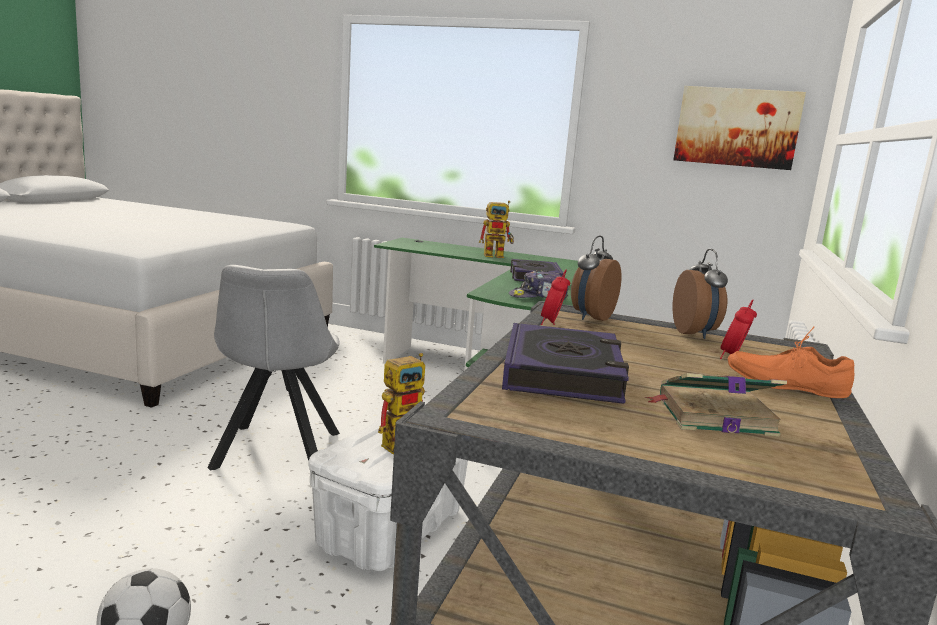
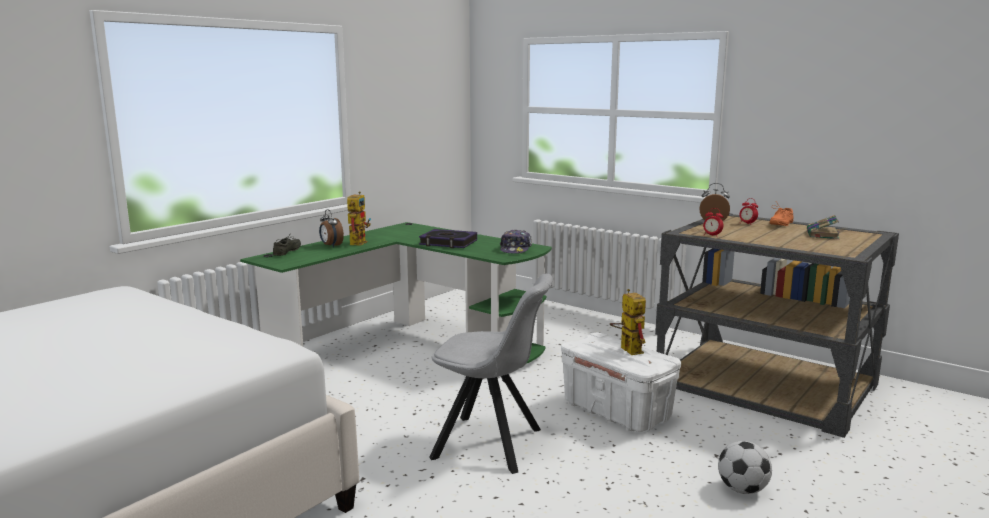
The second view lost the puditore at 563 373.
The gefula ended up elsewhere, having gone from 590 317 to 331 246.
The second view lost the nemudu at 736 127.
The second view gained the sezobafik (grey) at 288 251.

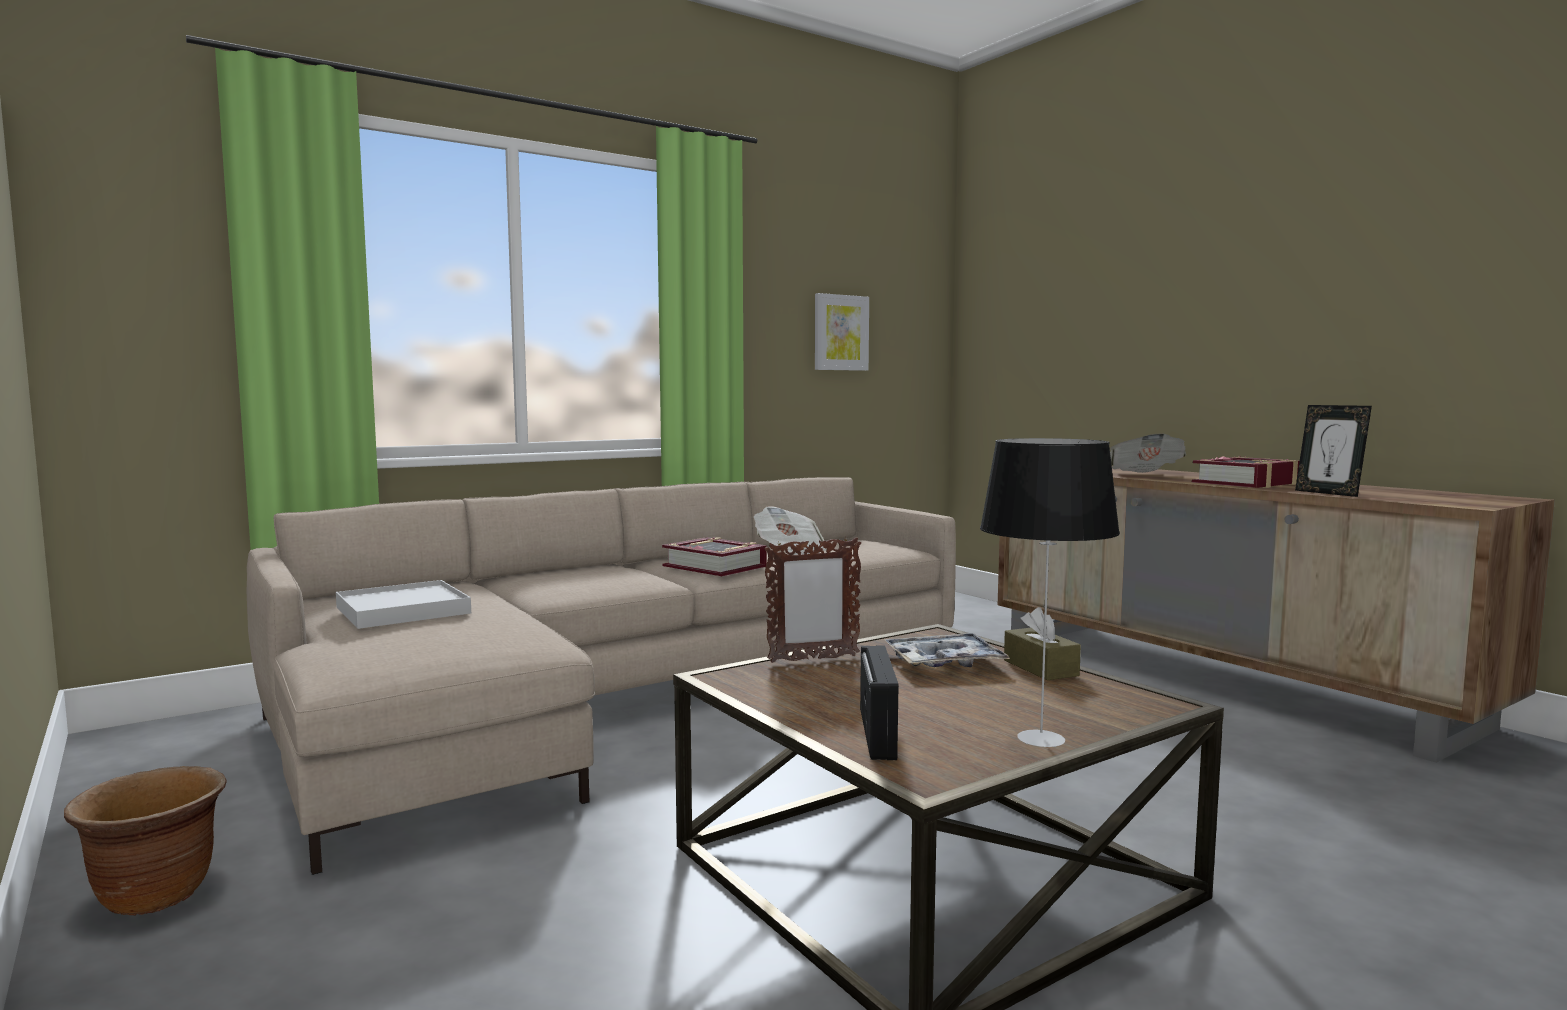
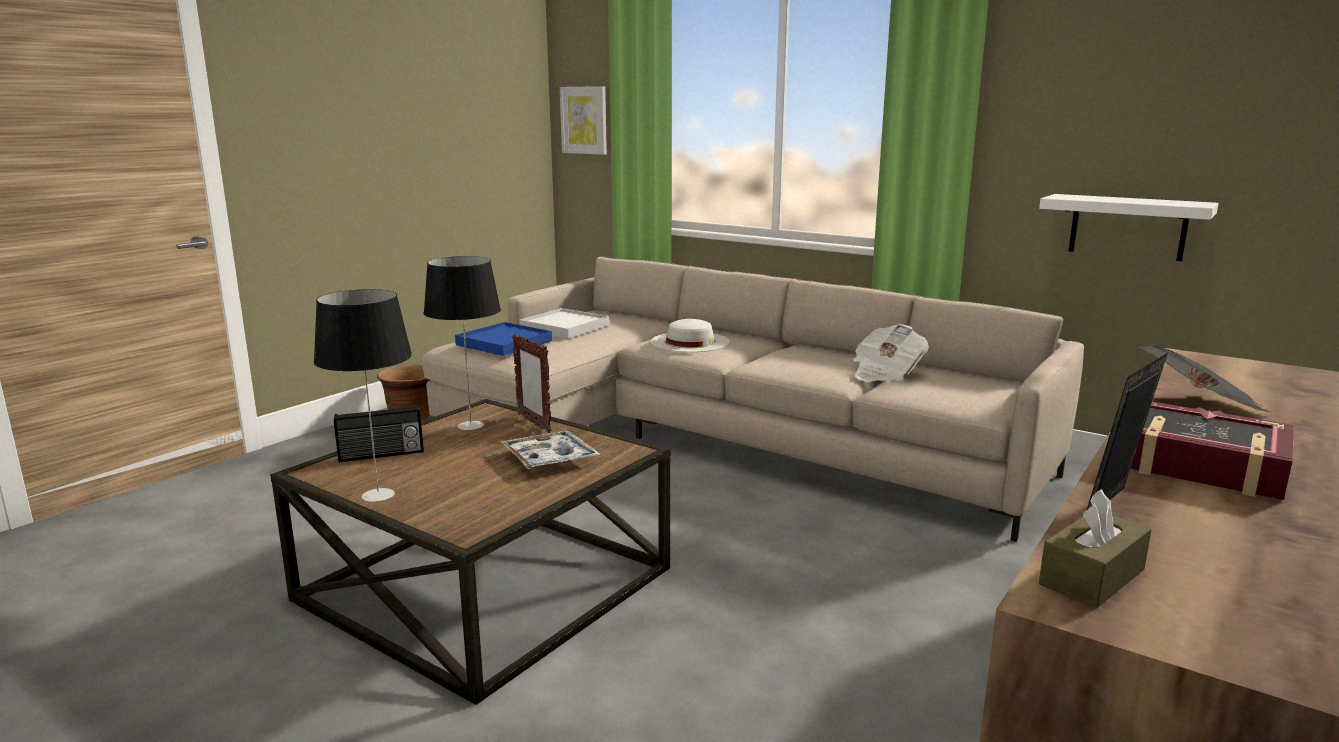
The second view lost the puditore at 715 566.
The nemudu ended up elsewhere, having gone from 840 332 to 584 120.
The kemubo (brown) ended up elsewhere, having gone from 1040 668 to 1092 577.
The second view gained the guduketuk at 470 425.
The second view gained the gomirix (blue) at 504 343.
The second view gained the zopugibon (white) at 690 342.
The second view gained the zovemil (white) at 1128 227.

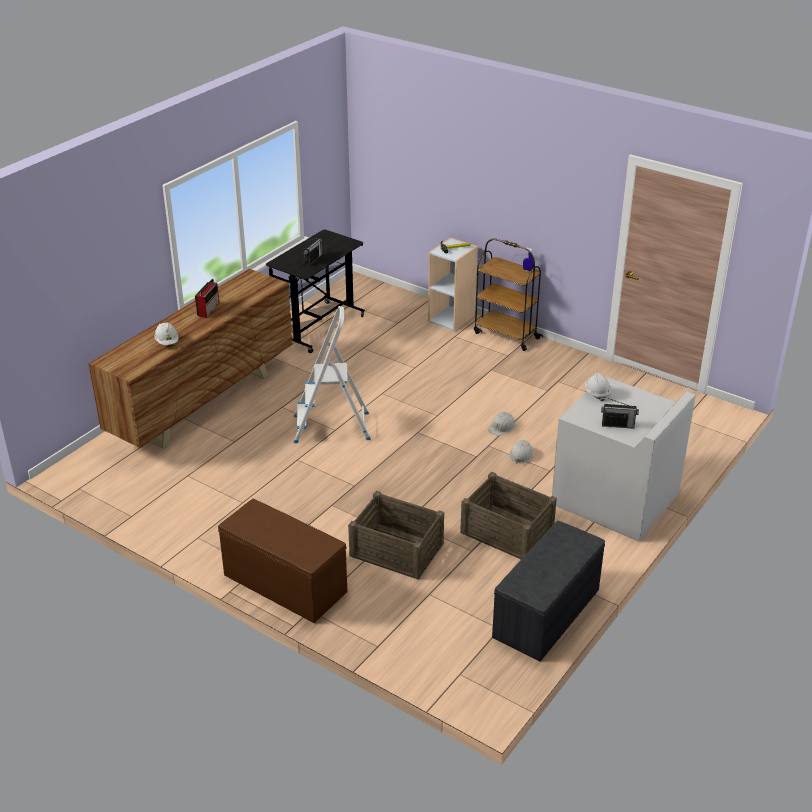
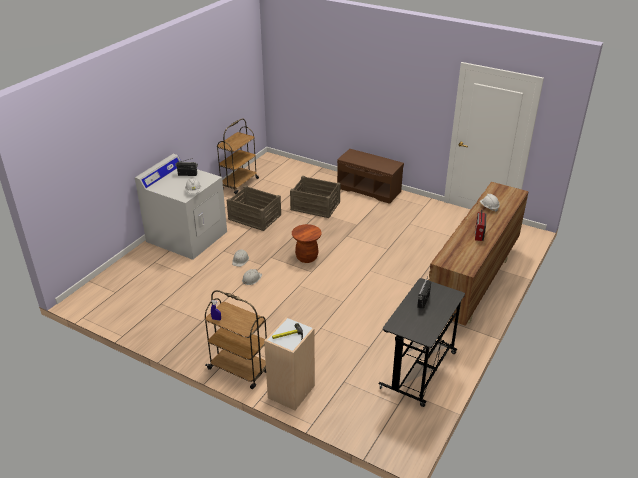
The second view lost the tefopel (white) at 330 427.
Where the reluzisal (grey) stood at 547 614, the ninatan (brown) came to stand at 239 184.
The second view gained the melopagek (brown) at 306 257.

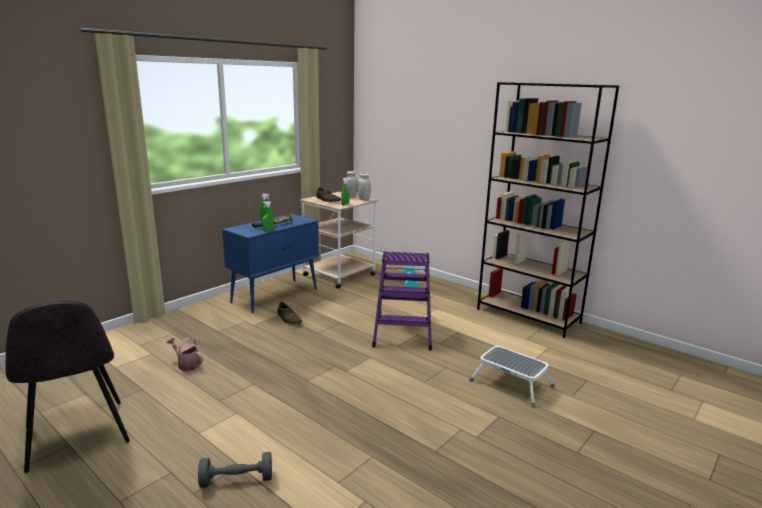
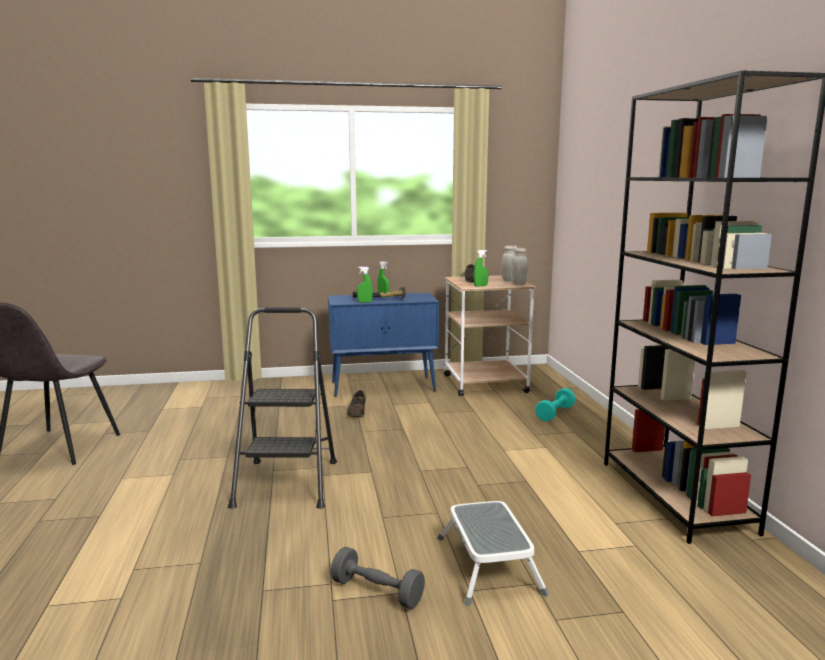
The second view lost the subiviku at 186 364.
The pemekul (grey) ended up elsewhere, having gone from 237 480 to 377 592.
The second view lost the tefopel (purple) at 402 329.
The second view gained the tefopel (black) at 287 481.

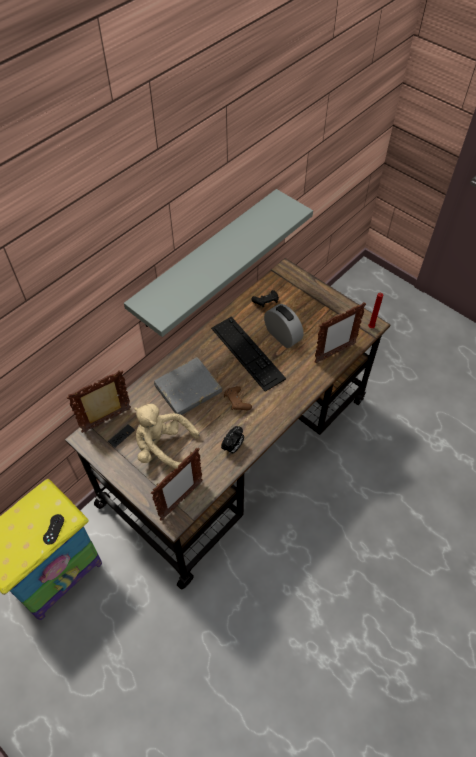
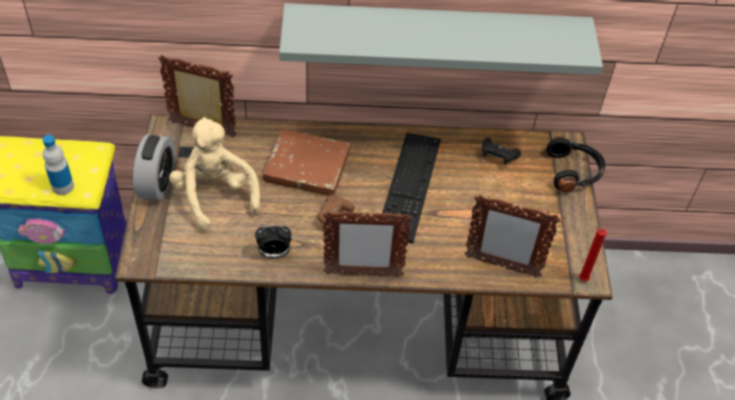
Where the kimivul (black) stood at 53 529, the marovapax came to stand at 63 186.
The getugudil ended up elsewhere, having gone from 181 501 to 362 274.
What was the puditore (grey) at 188 389 turned into the puditore (brown) at 307 166.
The gefula ended up elsewhere, having gone from 282 336 to 157 183.
The second view gained the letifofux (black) at 574 172.

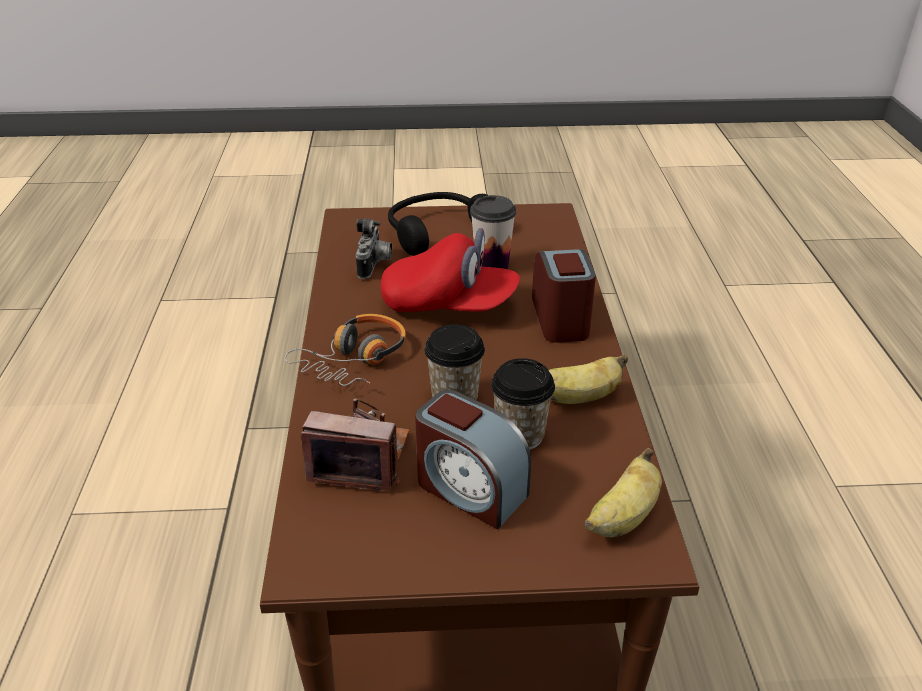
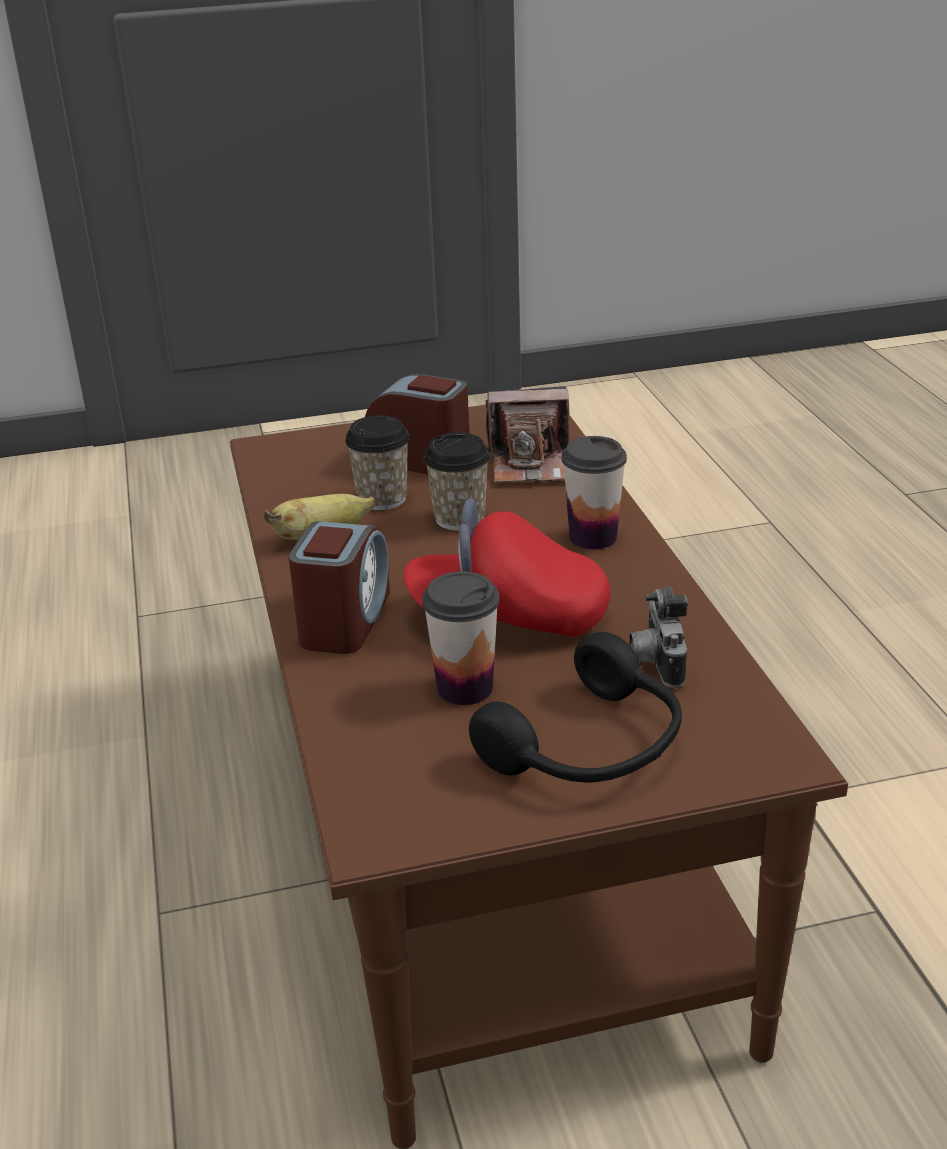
Where the letifofux stood at 355 360, the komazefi came to stand at 593 537.
The gefula at 561 318 ended up facing another way, 150 degrees counterclockwise from before.
The second view lost the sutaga at 622 518.

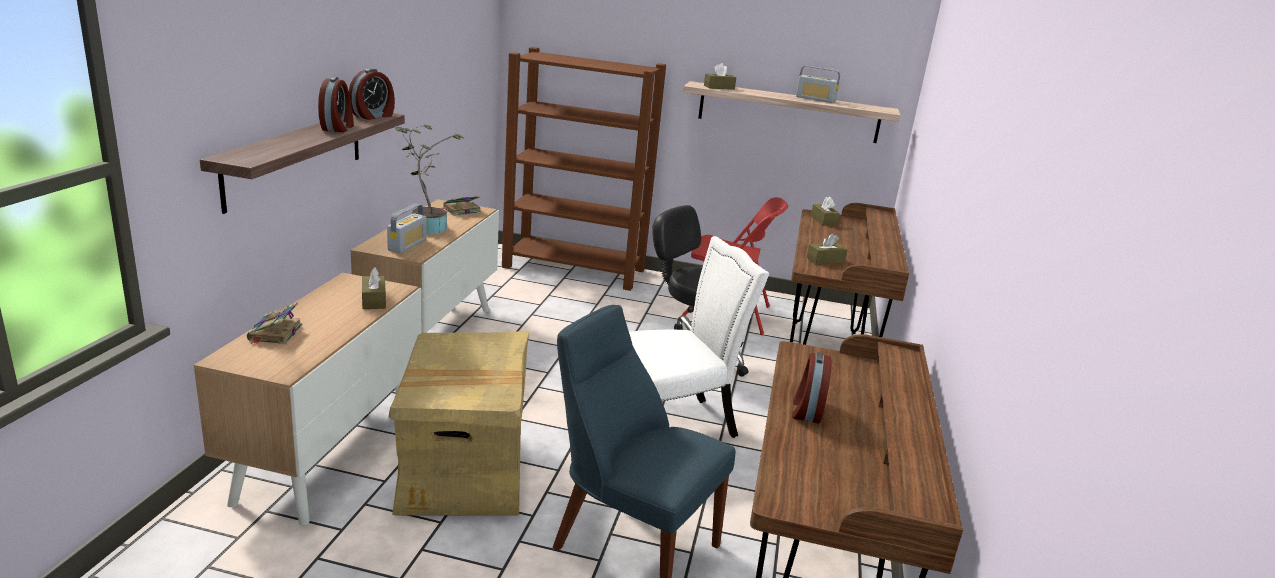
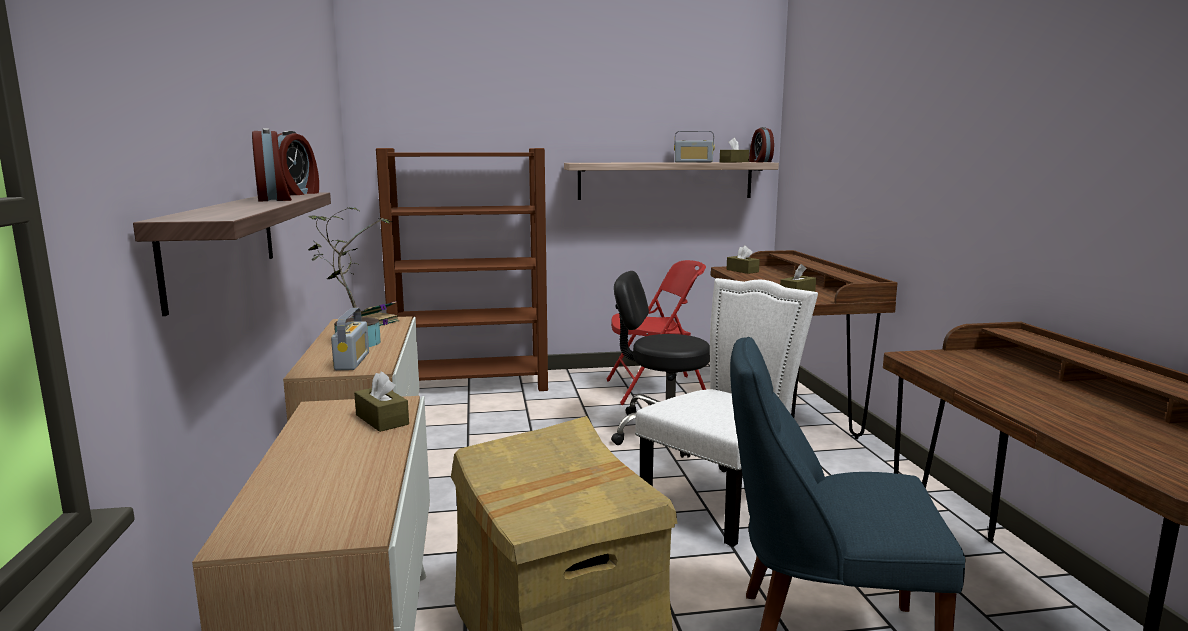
The second view lost the puditore at 275 333.
The kemubo (brown) ended up elsewhere, having gone from 719 87 to 734 162.
The gefula ended up elsewhere, having gone from 806 410 to 759 162.

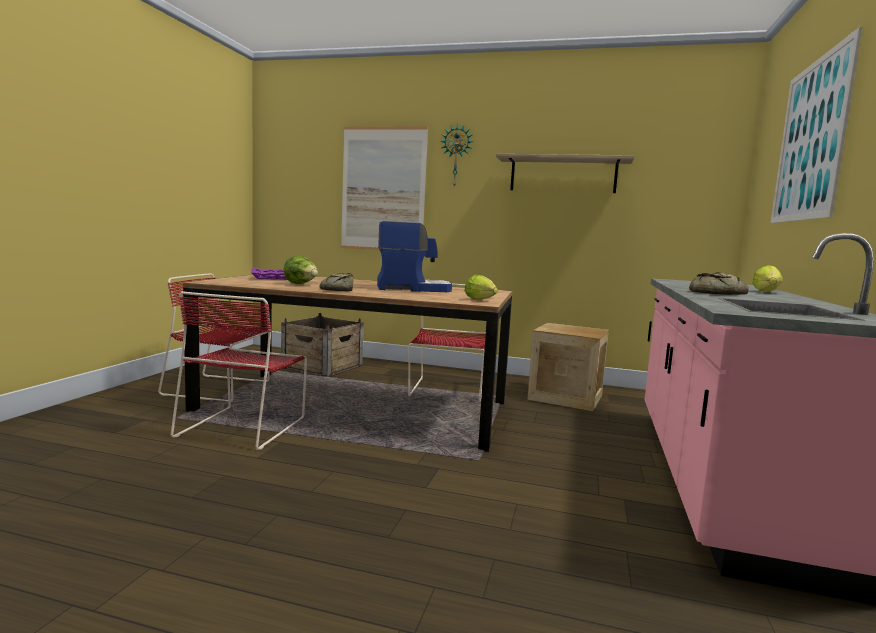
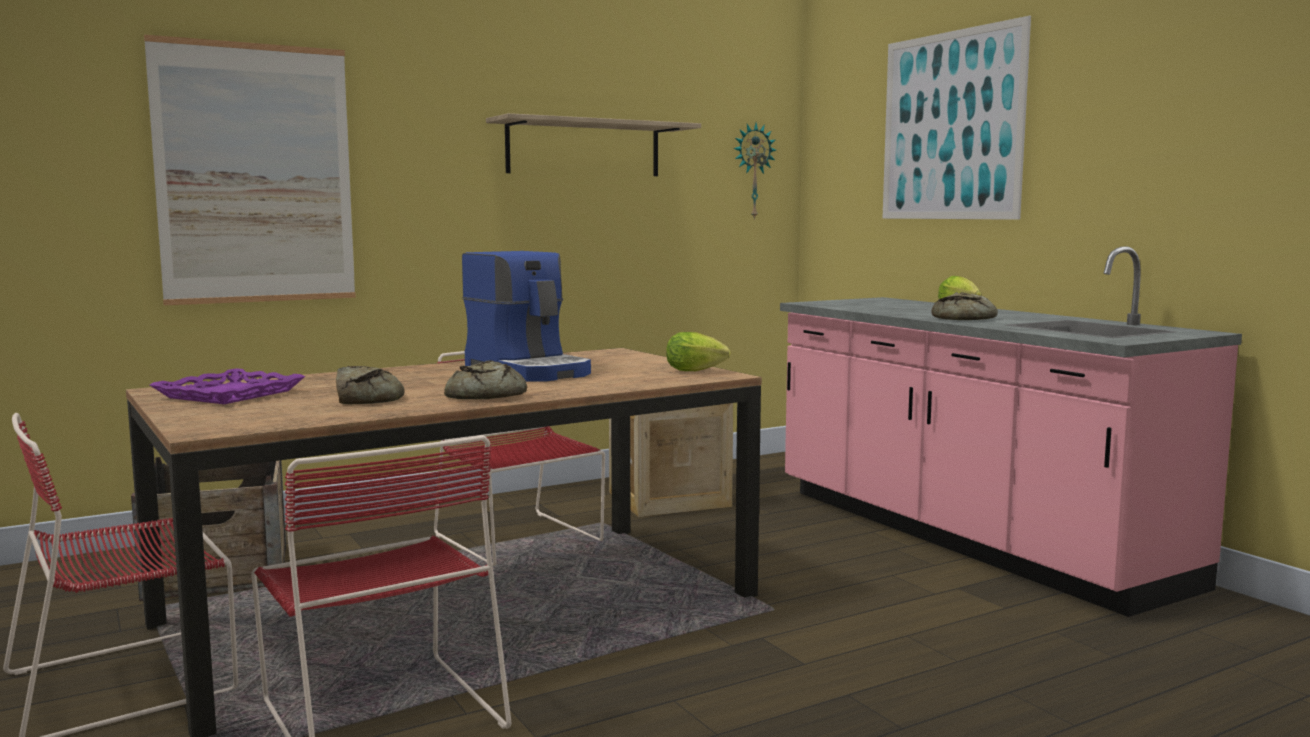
Where the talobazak stood at 301 284, the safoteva came to stand at 368 398.
The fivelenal at 412 288 ended up facing another way, 105 degrees clockwise from before.
The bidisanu ended up elsewhere, having gone from 456 156 to 752 171.

